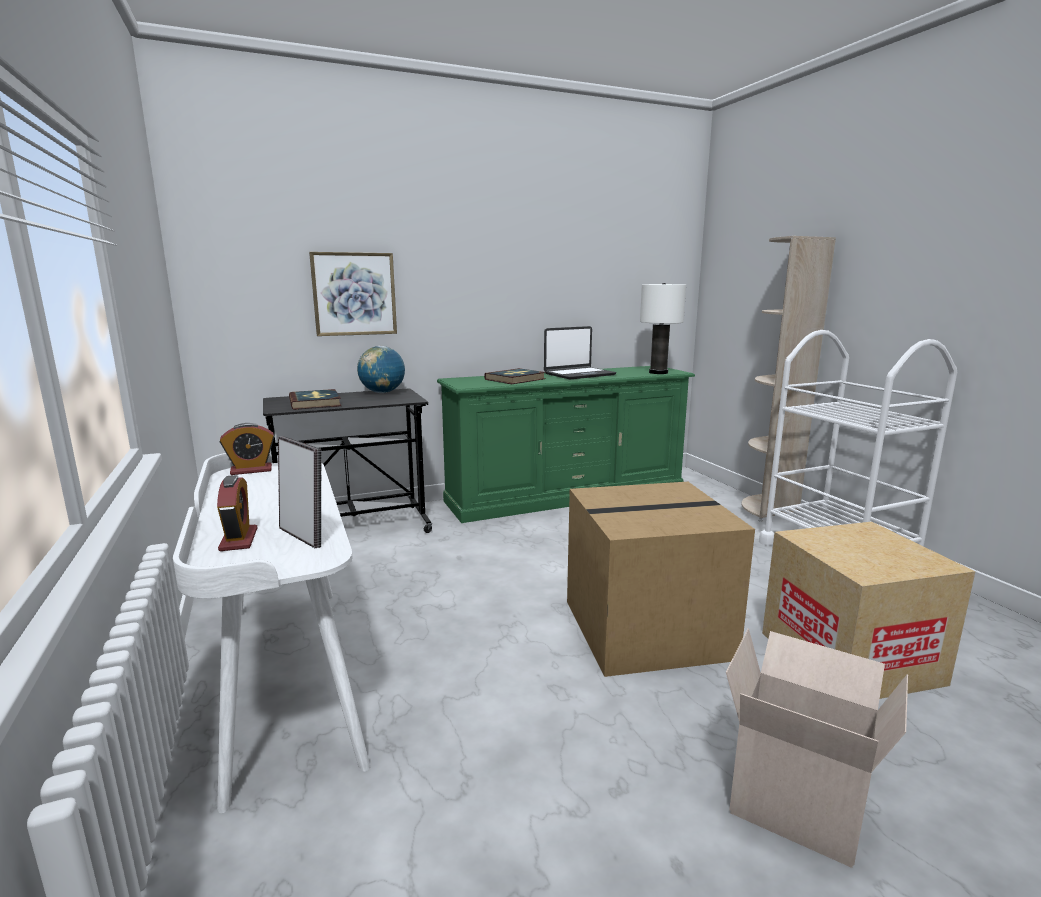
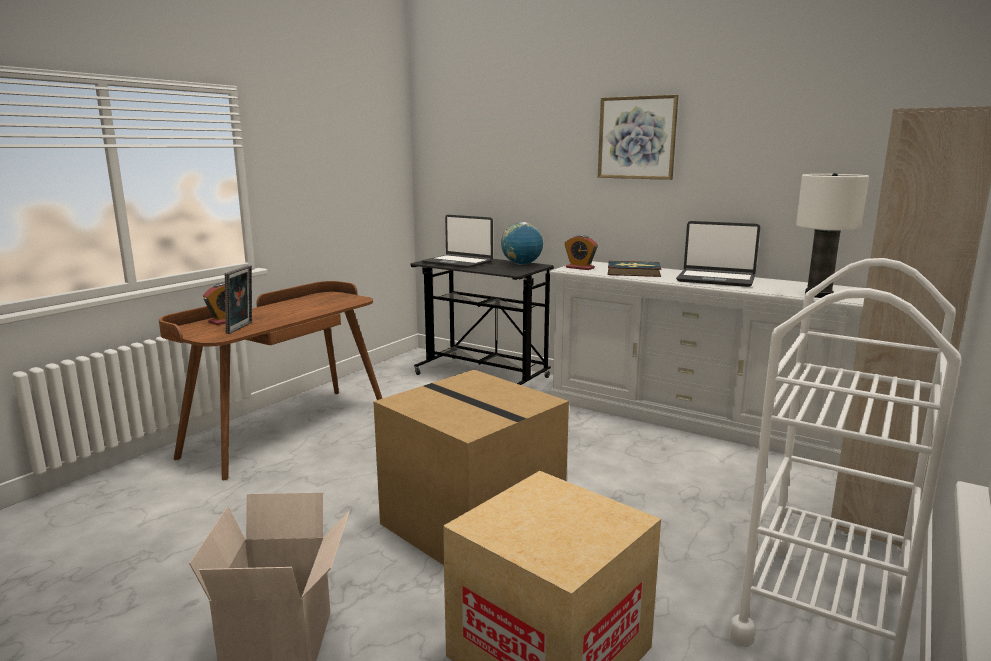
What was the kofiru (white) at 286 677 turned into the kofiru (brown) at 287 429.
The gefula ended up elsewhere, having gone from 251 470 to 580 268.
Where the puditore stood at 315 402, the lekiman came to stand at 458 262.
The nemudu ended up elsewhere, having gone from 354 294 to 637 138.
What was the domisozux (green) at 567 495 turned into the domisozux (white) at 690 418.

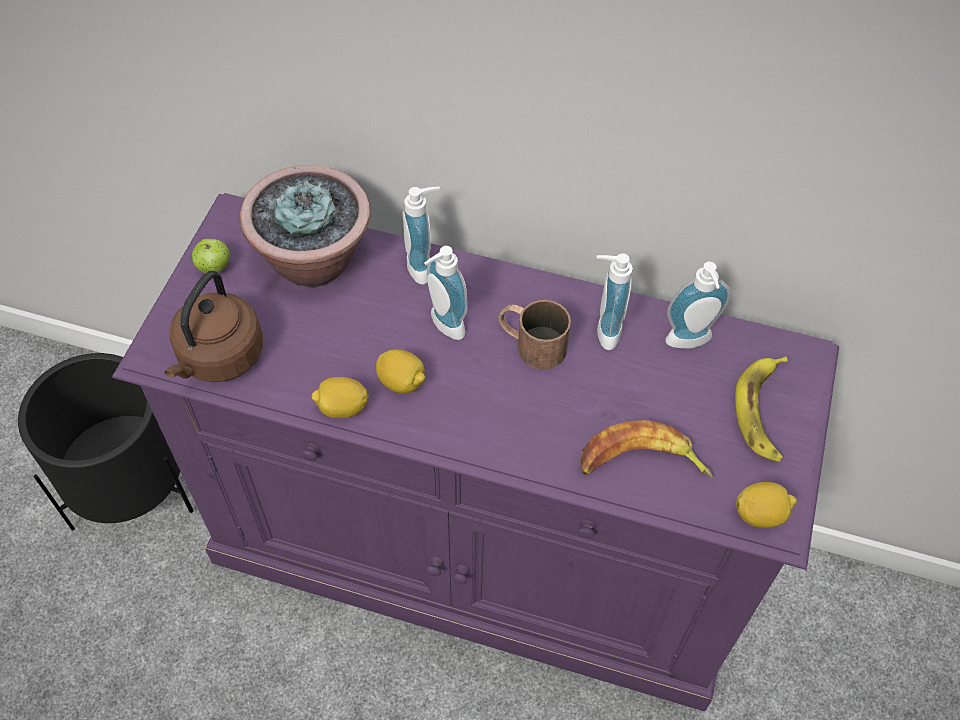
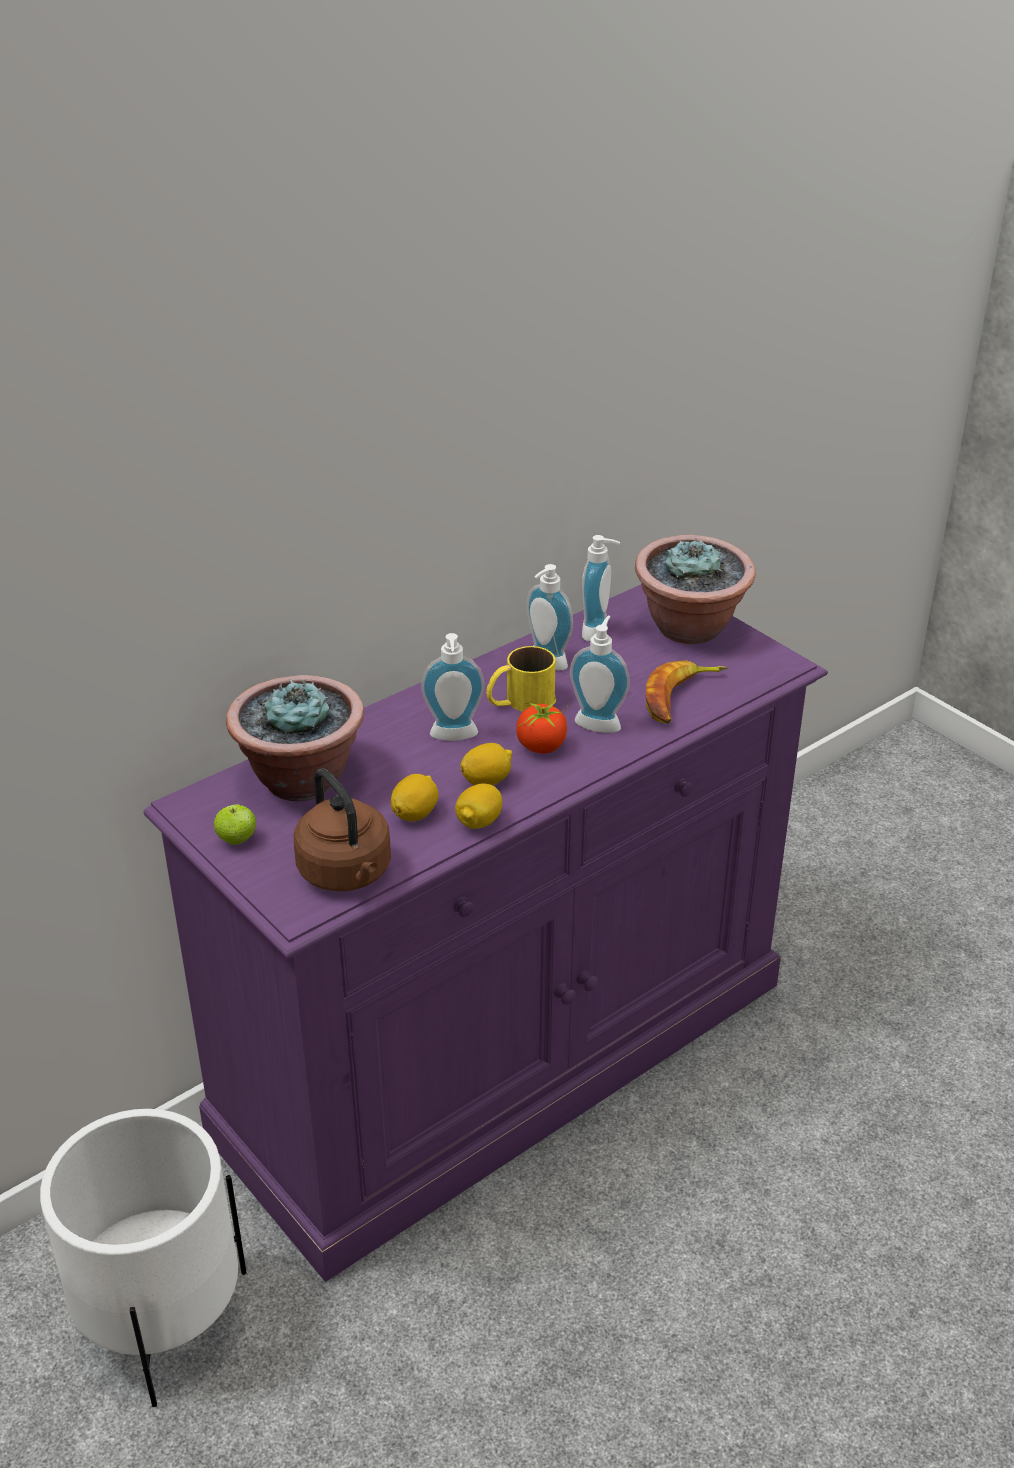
What was the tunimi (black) at 132 490 turned into the tunimi (white) at 161 1319.
The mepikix ended up elsewhere, having gone from 424 266 to 599 722.
What was the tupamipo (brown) at 530 343 turned into the tupamipo (yellow) at 519 701.
Where the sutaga stood at 763 412, the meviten came to stand at 690 628.
The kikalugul ended up elsewhere, having gone from 760 514 to 415 813.
The second view gained the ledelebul at 541 746.

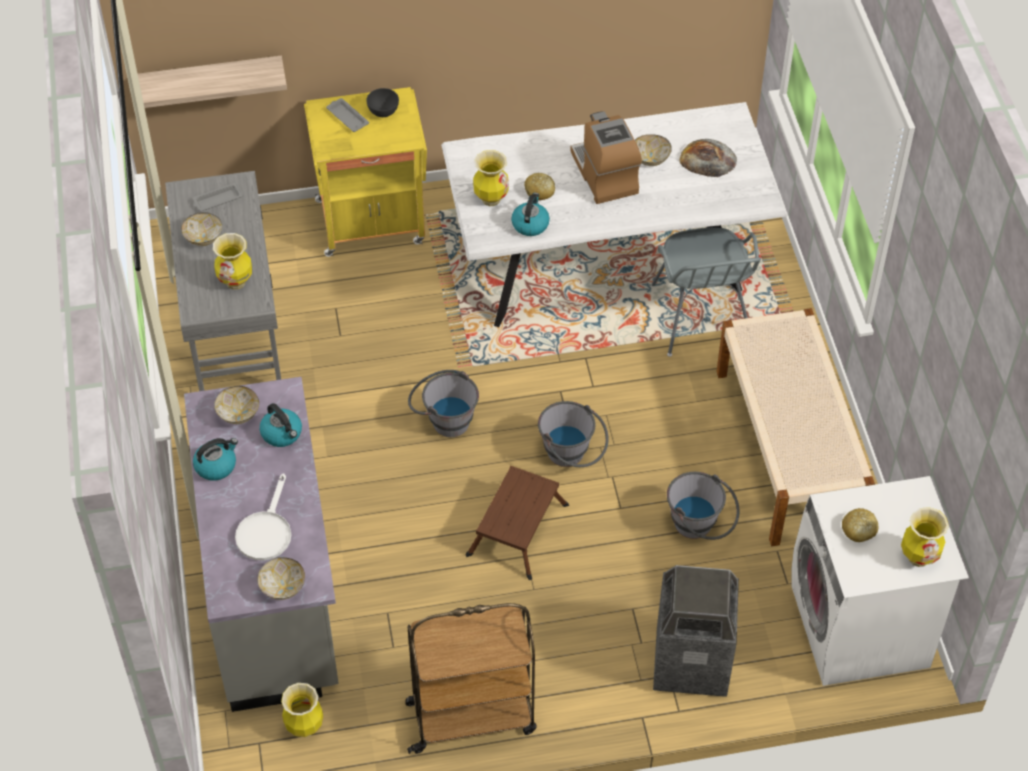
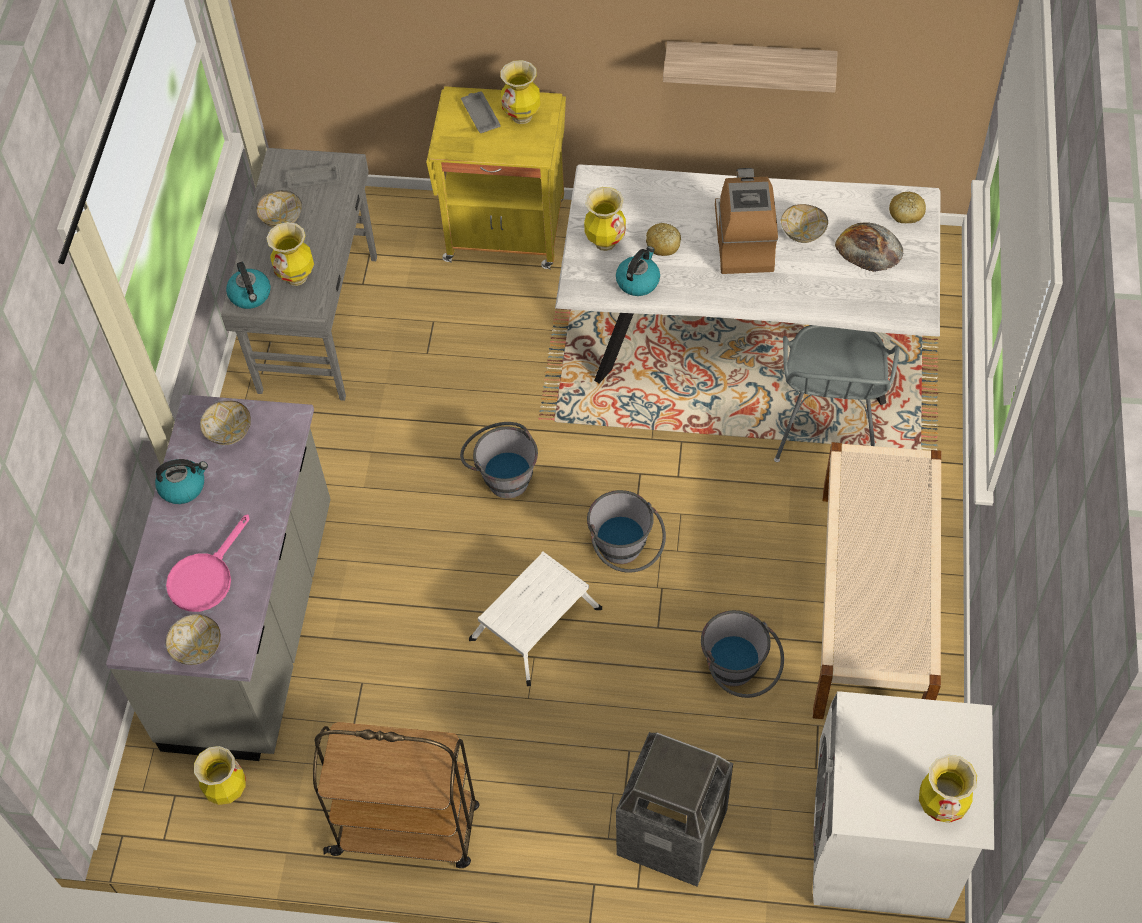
The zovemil ended up elsewhere, having gone from 210 80 to 750 63.
What was the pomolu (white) at 265 531 turned into the pomolu (pink) at 205 577.
The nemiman ended up elsewhere, having gone from 282 434 to 251 295.
Where the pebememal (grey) stood at 383 112, the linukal came to stand at 522 116.
What was the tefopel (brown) at 517 530 turned into the tefopel (white) at 535 624.
The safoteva ended up elsewhere, having gone from 859 529 to 906 213.

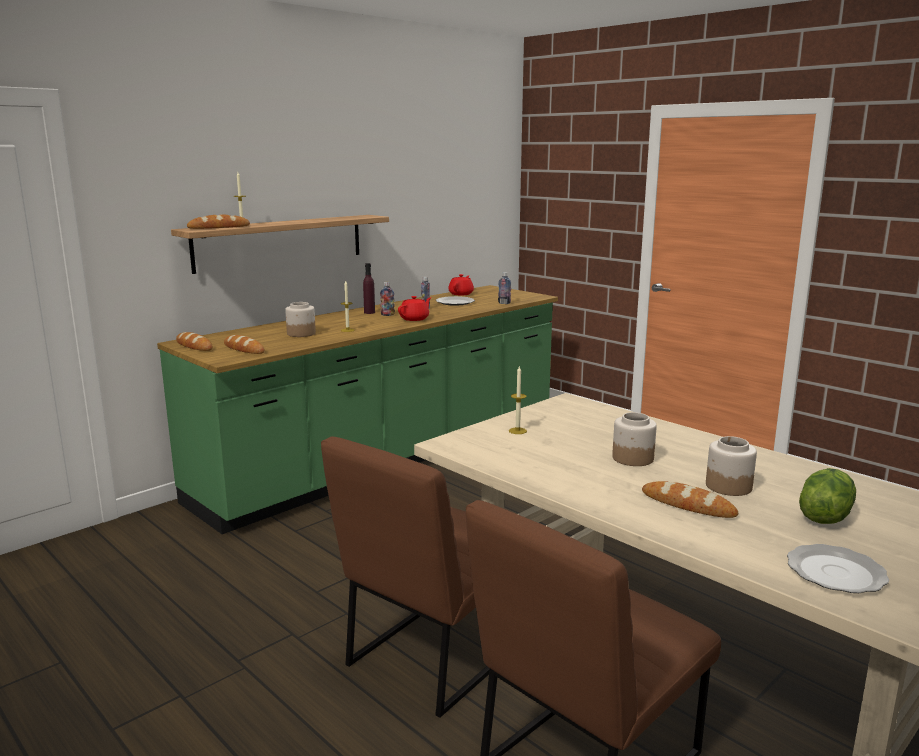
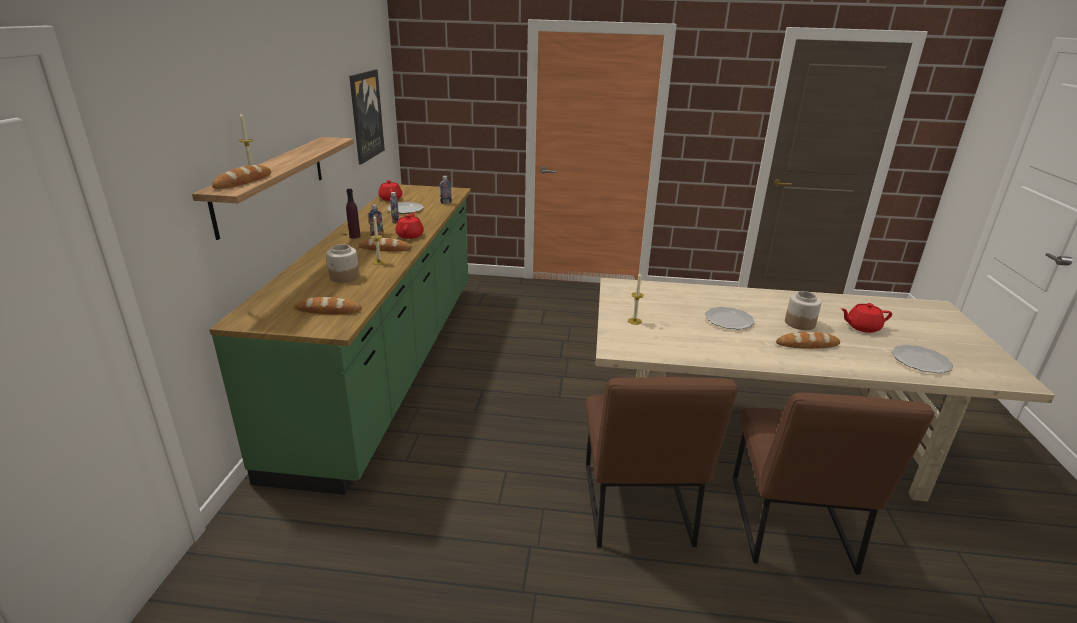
The safoteva ended up elsewhere, having gone from 194 346 to 385 248.
Where the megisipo stood at 632 458, the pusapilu came to stand at 728 320.
Where the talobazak stood at 824 516, the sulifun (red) came to stand at 862 327.
The second view gained the nemudu at 366 115.

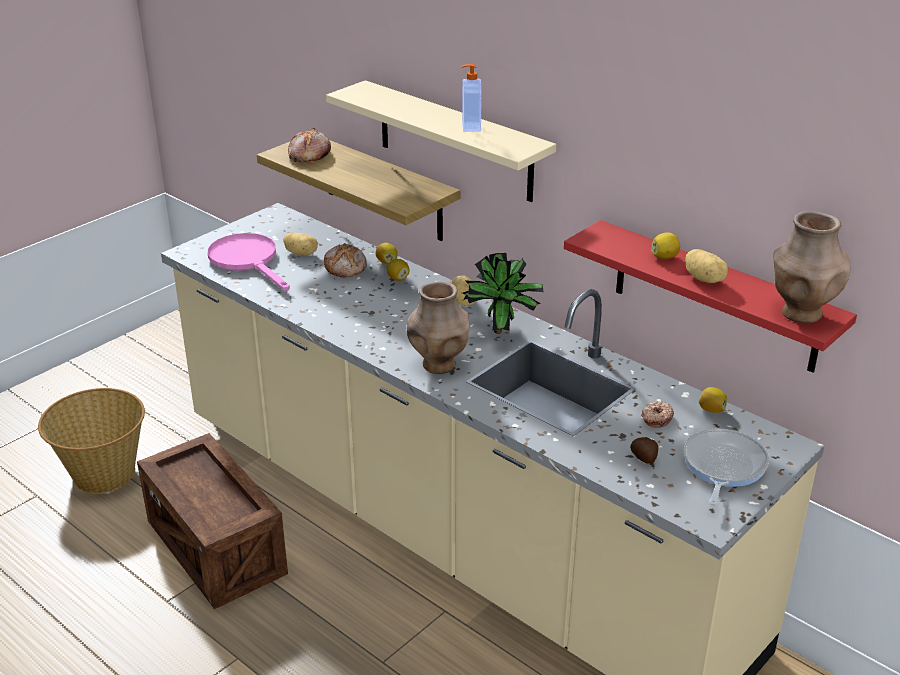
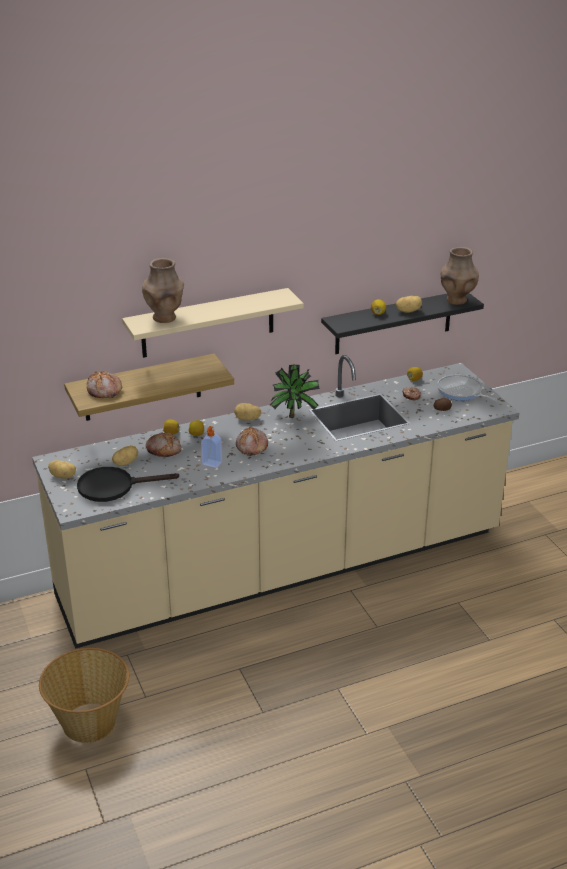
The second view lost the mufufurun at 216 548.
What was the pomolu (pink) at 248 261 turned into the pomolu (black) at 114 486.
The linukal (brown) ended up elsewhere, having gone from 438 365 to 165 318.
The mepikix ended up elsewhere, having gone from 470 127 to 211 463.
What was the zovemil (red) at 715 297 turned into the zovemil (black) at 393 322.
The second view gained the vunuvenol at 63 476.
The second view gained the safoteva at 251 447.

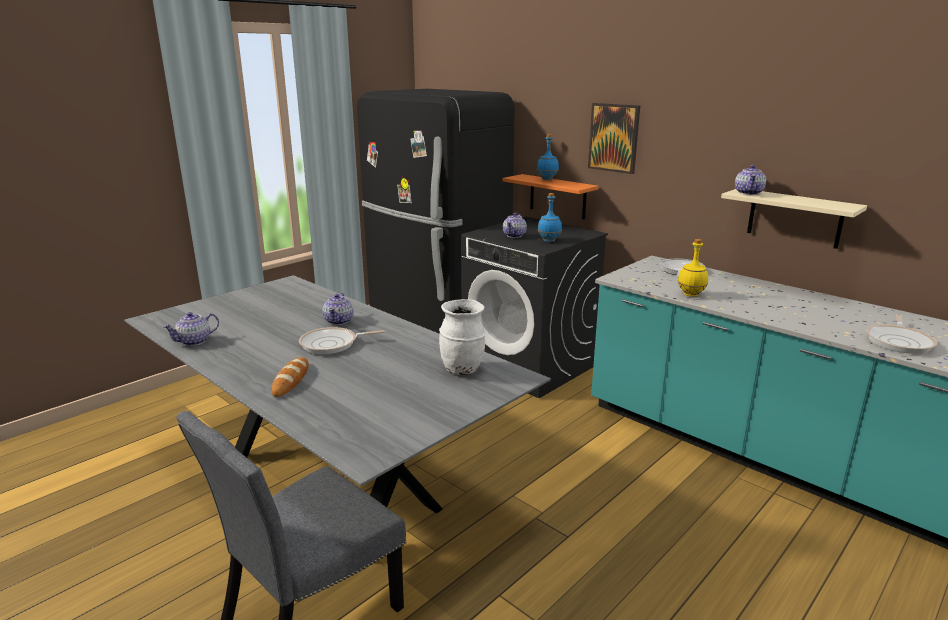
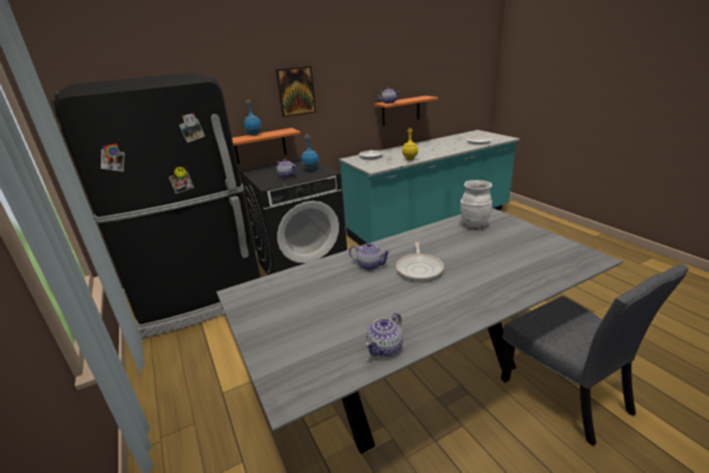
The sulifun at 195 341 ended up facing another way, 60 degrees clockwise from before.
The second view lost the safoteva at 291 380.
What was the zovemil (beige) at 794 218 turned into the zovemil (orange) at 400 111.

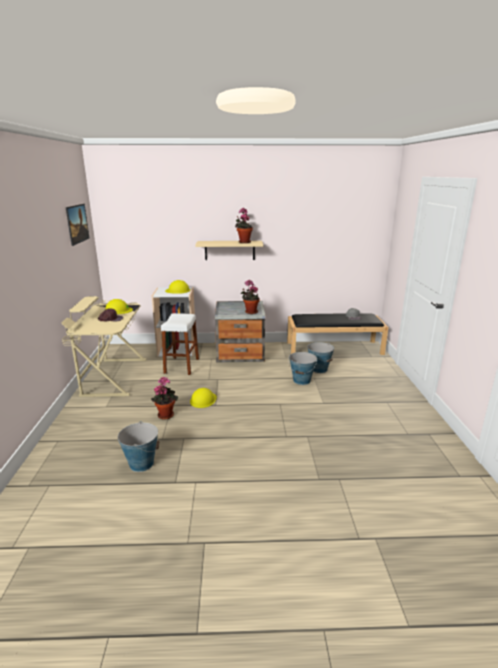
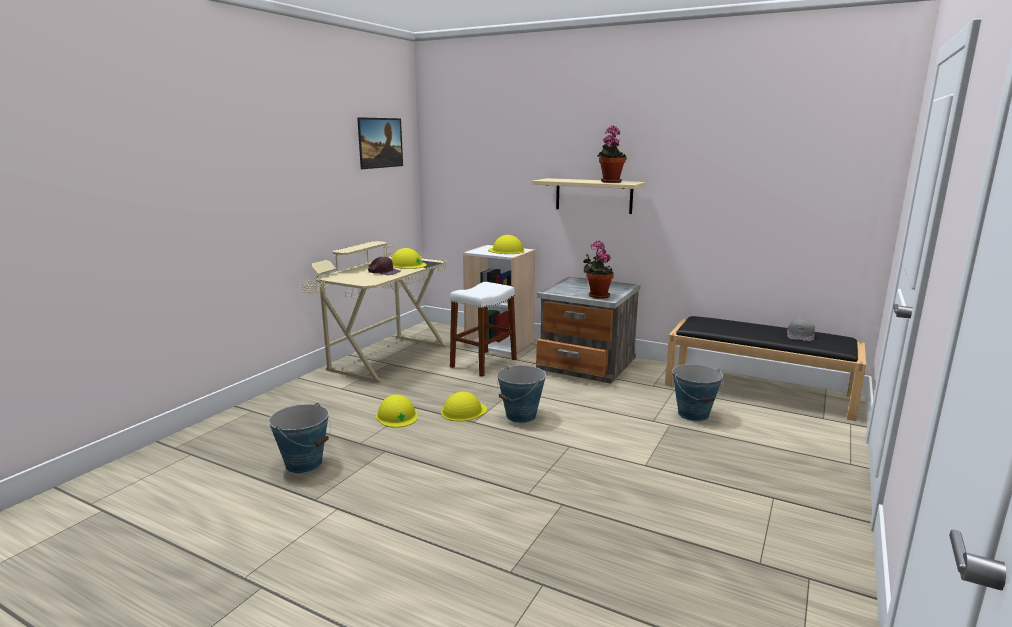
Where the meviten stood at 166 414, the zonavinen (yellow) came to stand at 397 416.
The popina ended up elsewhere, having gone from 302 380 to 521 416.

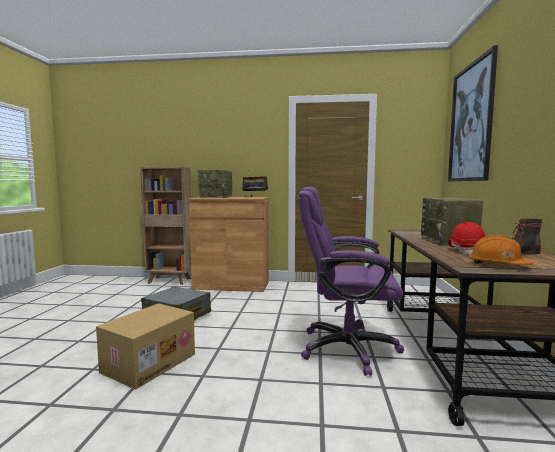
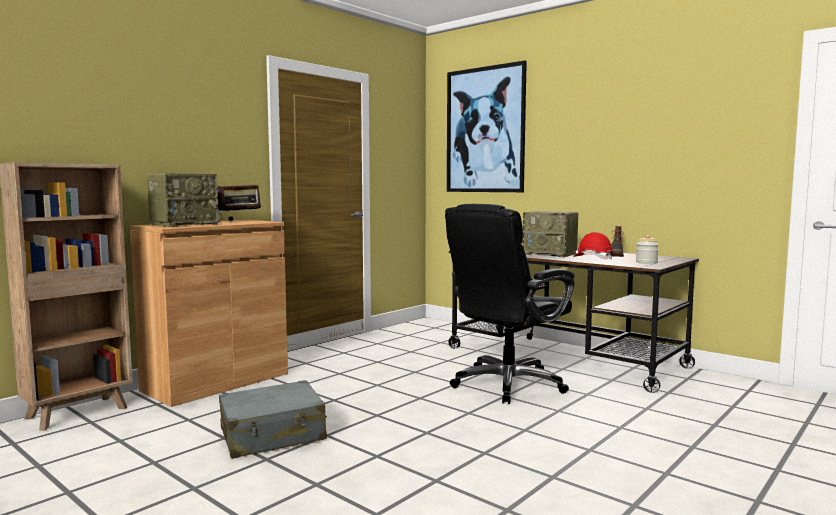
The second view lost the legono at 149 362.
What was the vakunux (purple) at 348 348 turned into the vakunux (black) at 508 384.
Where the zonavinen (orange) stood at 497 265, the megisipo came to stand at 646 262.

